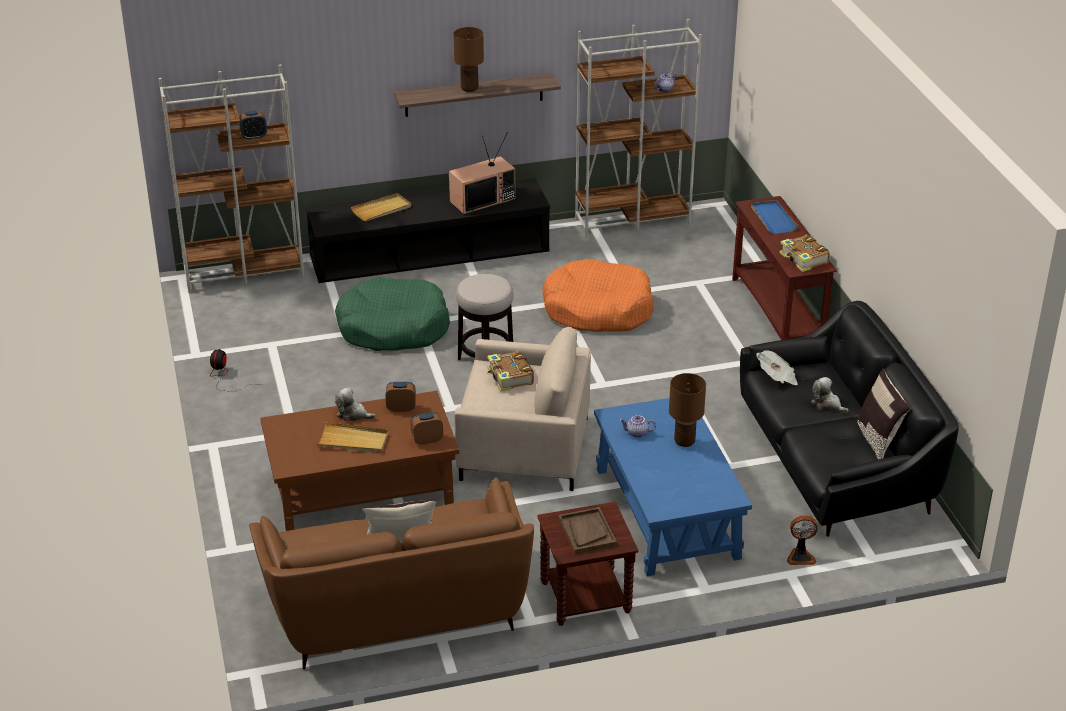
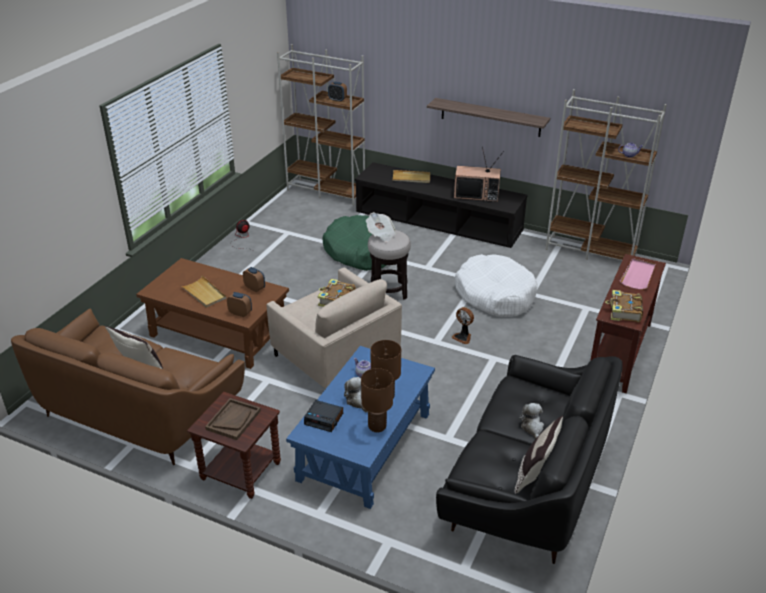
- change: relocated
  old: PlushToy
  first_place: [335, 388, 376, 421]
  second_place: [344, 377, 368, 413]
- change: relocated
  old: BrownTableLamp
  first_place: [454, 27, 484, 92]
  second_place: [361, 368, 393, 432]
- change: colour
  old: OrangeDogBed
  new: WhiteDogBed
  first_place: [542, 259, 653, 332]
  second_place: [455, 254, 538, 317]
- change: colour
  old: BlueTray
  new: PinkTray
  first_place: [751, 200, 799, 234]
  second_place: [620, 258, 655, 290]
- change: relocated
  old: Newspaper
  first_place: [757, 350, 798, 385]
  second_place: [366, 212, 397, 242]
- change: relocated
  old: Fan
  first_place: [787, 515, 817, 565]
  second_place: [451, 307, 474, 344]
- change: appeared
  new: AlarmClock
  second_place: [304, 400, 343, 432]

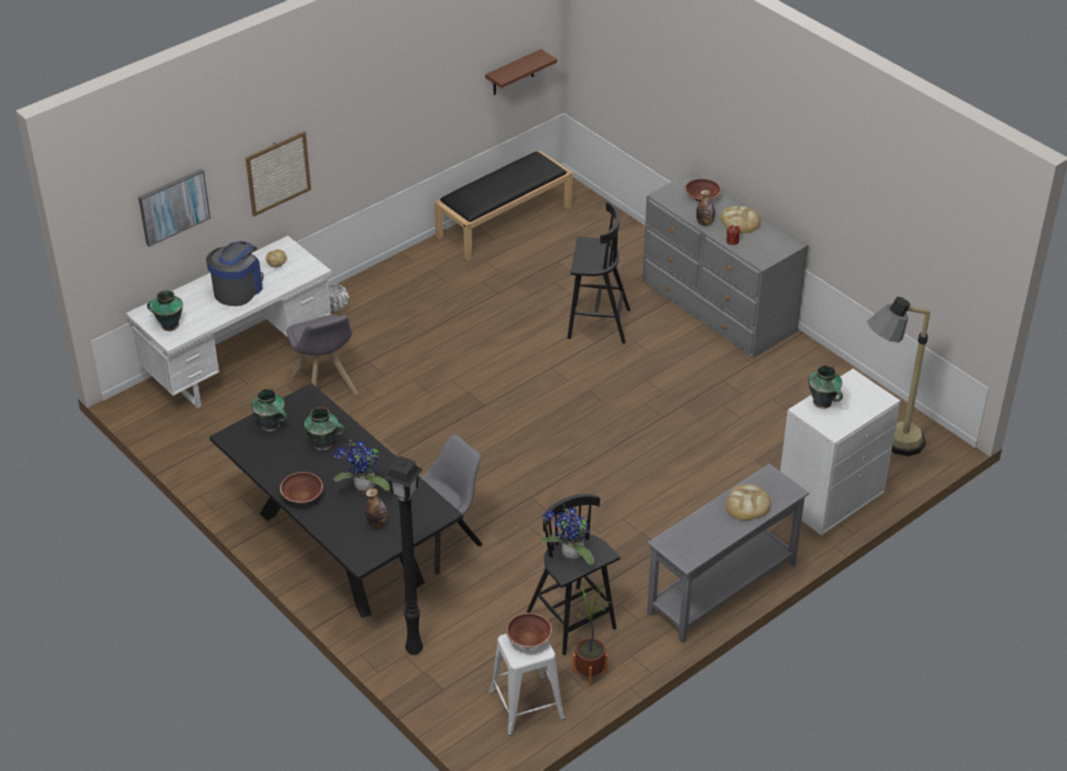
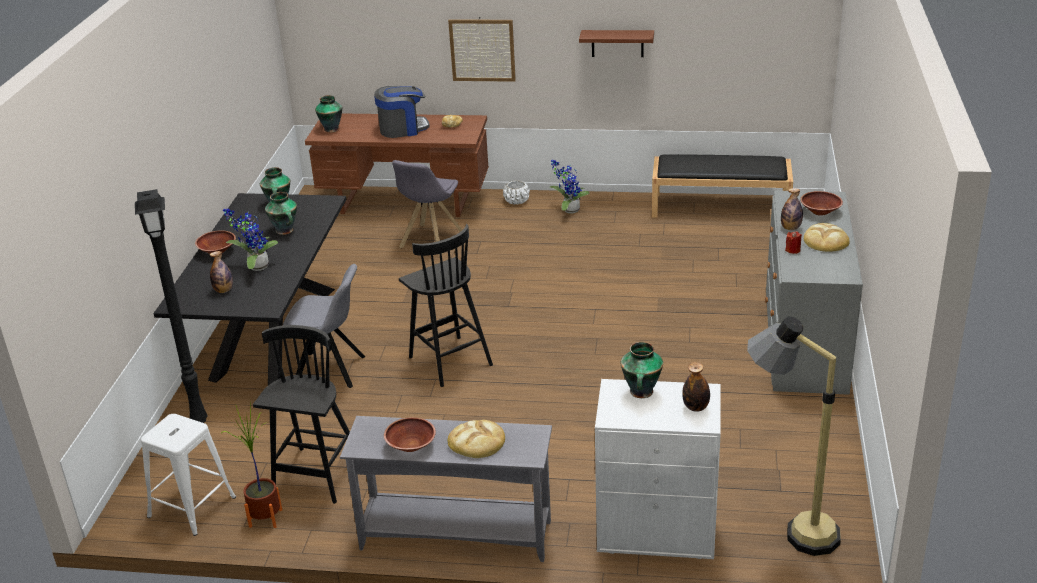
- change: colour
  old: WhiteDesk
  new: BrownDesk
  first_place: [126, 236, 332, 408]
  second_place: [305, 113, 489, 217]
- change: missing
  old: Picture
  first_place: [138, 169, 210, 247]
- change: relocated
  old: BrownShelf
  first_place: [485, 49, 557, 95]
  second_place: [579, 30, 654, 57]
- change: relocated
  old: BrownBowl
  first_place: [506, 613, 552, 648]
  second_place: [384, 417, 436, 452]
- change: relocated
  old: PottedPlant
  first_place: [540, 505, 594, 565]
  second_place: [550, 160, 590, 214]
- change: relocated
  old: BlackStool
  first_place: [567, 202, 630, 344]
  second_place: [399, 224, 493, 387]
- change: appeared
  new: Bottle
  second_place: [682, 362, 710, 412]

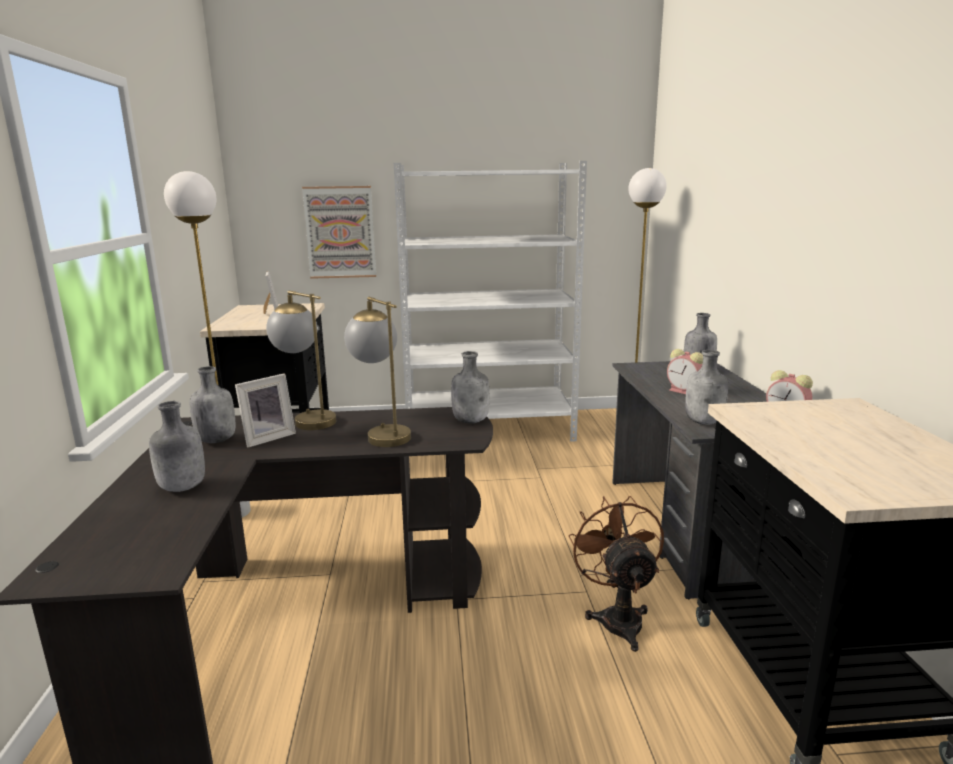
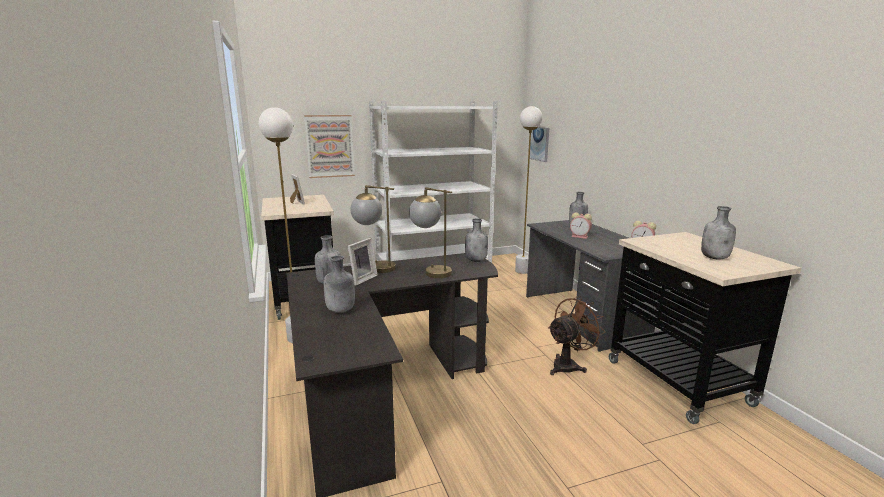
- change: spun
  old: BrownFan
  first_place: [569, 496, 664, 652]
  second_place: [548, 296, 606, 375]
  degrees: 75
- change: relocated
  old: GreyBottle
  first_place: [685, 350, 728, 425]
  second_place: [701, 206, 736, 260]
- change: appeared
  new: Picture
  second_place: [530, 127, 549, 162]

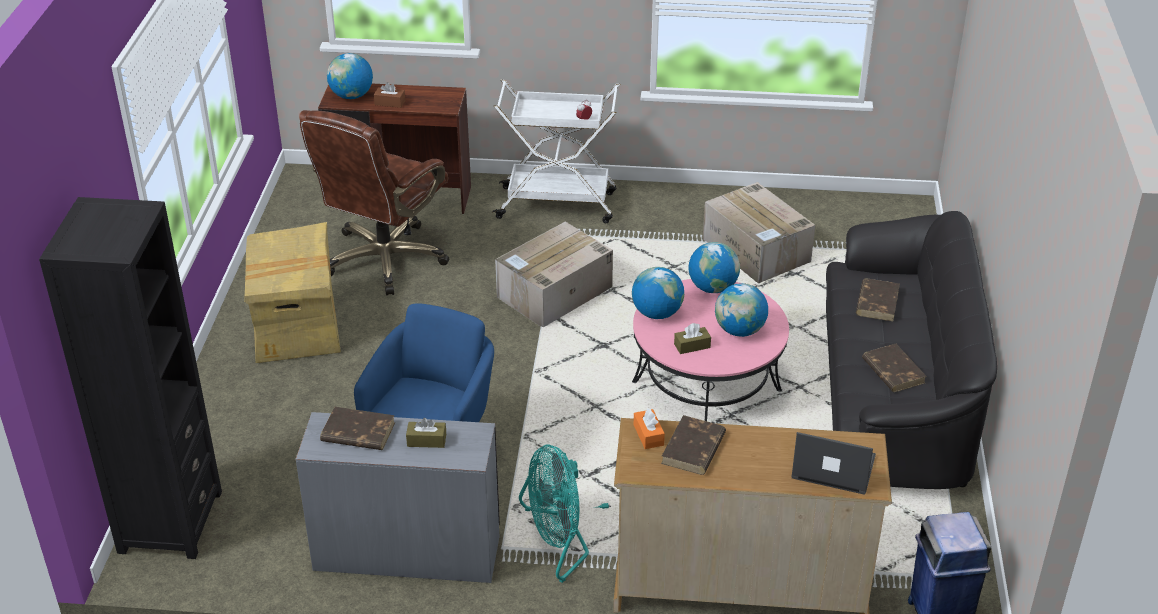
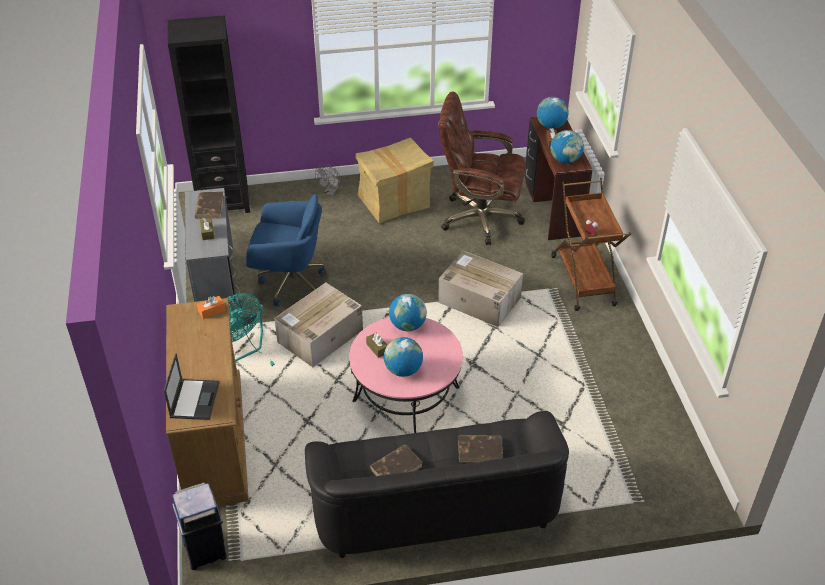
- change: colour
  old: WhiteCart
  new: BrownCart
  first_place: [492, 79, 621, 223]
  second_place: [551, 178, 631, 311]
- change: missing
  old: BrownBook
  first_place: [661, 415, 726, 475]
- change: relocated
  old: Globe
  first_place: [689, 242, 740, 293]
  second_place: [550, 130, 584, 164]
- change: relocated
  old: CardboardBox
  first_place: [703, 182, 815, 283]
  second_place: [274, 282, 363, 367]
- change: appeared
  new: GreyFan
  second_place: [315, 164, 340, 196]

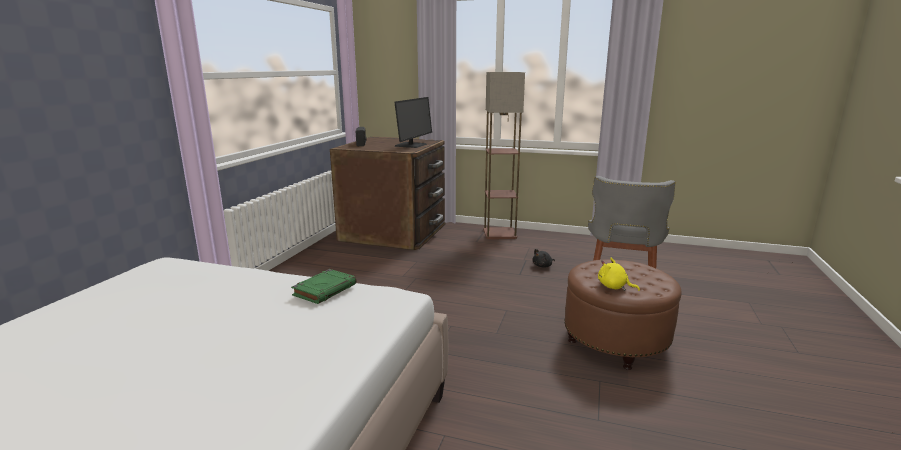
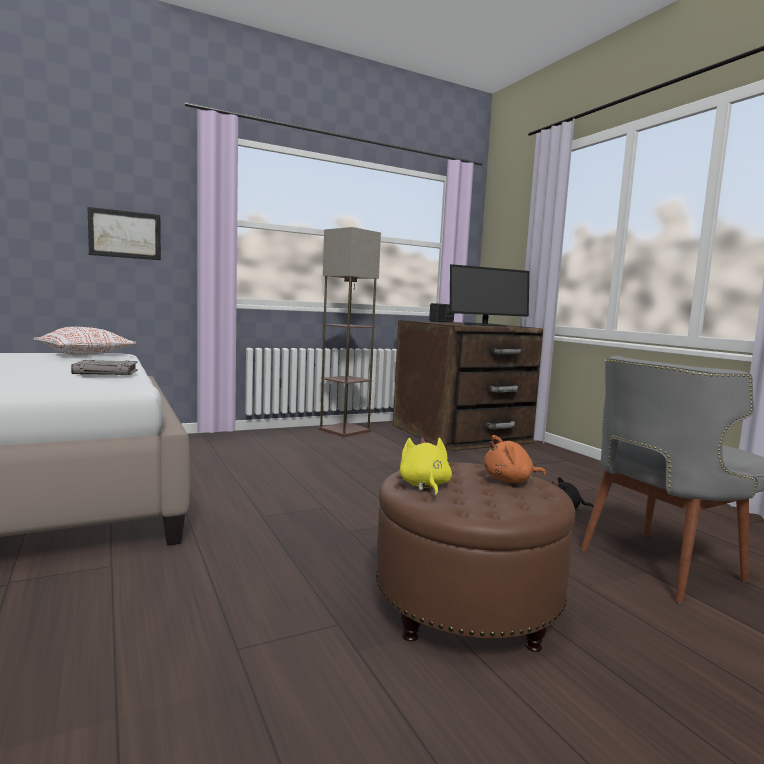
- change: colour
  old: GreenBook
  new: GreyBook
  first_place: [291, 269, 356, 304]
  second_place: [71, 360, 138, 375]
- change: relocated
  old: FloorLamp
  first_place: [483, 72, 525, 239]
  second_place: [319, 227, 381, 437]
- change: appeared
  new: WhitePillow
  second_place: [34, 327, 136, 355]
- change: appeared
  new: Picture
  second_place: [88, 207, 161, 260]
- change: appeared
  new: OrangePlushToy
  second_place: [484, 435, 546, 483]

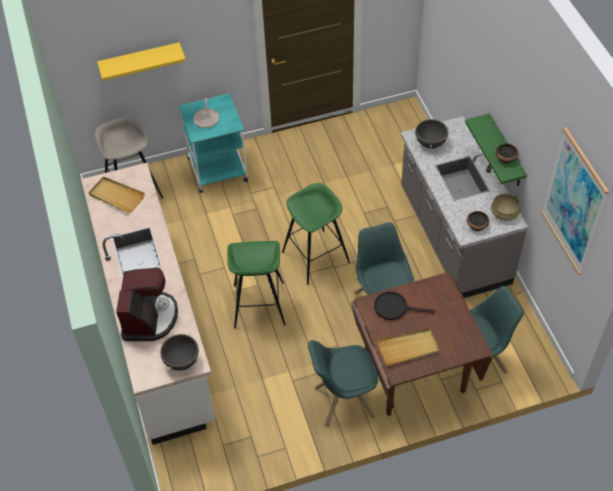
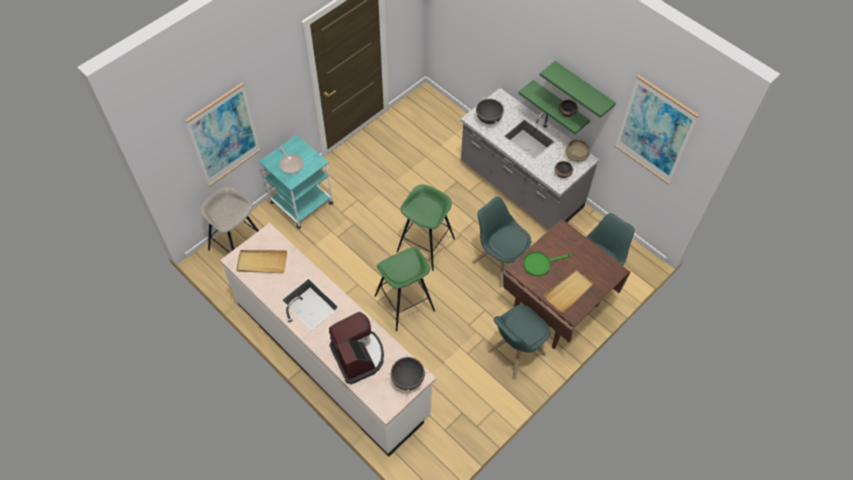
- change: exchanged
  old: YellowShelf
  new: Picture
  first_place: [97, 42, 186, 81]
  second_place: [185, 82, 261, 187]
- change: colour
  old: BlackFryingPan
  new: GreenFryingPan
  first_place: [374, 292, 435, 320]
  second_place: [523, 252, 572, 276]
- change: appeared
  new: GreenShelf
  second_place: [540, 61, 616, 118]

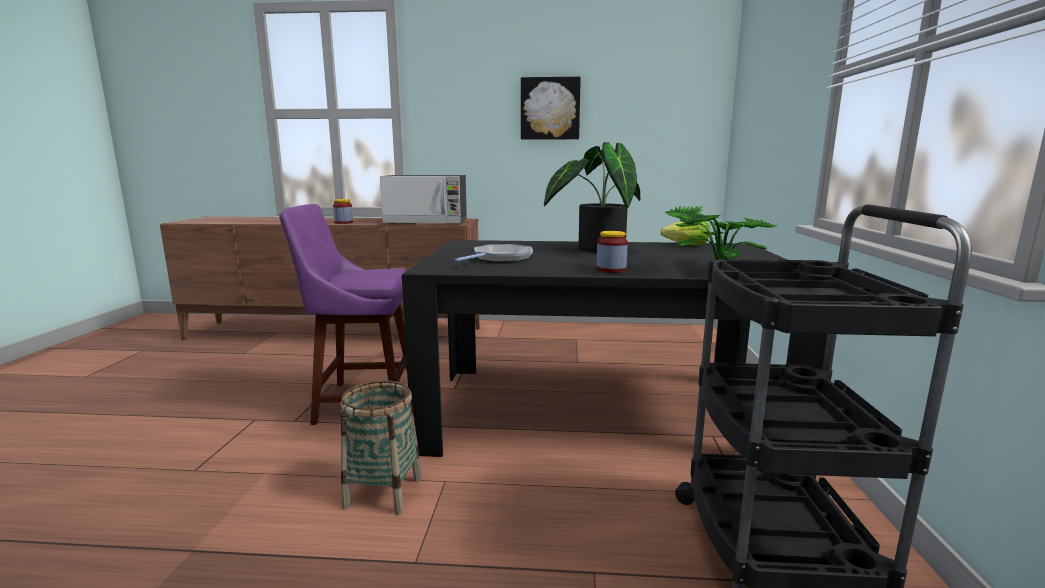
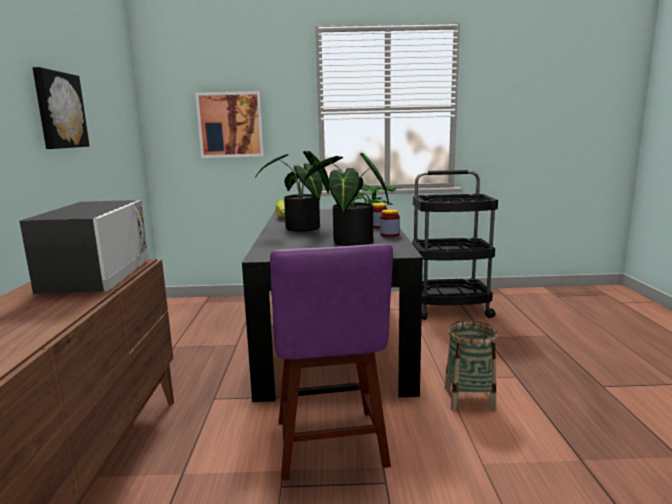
- change: relocated
  old: Jar
  first_place: [333, 199, 353, 224]
  second_place: [380, 209, 400, 237]
- change: exchanged
  old: FryingPan
  new: PottedPlant
  first_place: [455, 244, 533, 262]
  second_place: [304, 153, 389, 246]
- change: appeared
  new: Picture
  second_place: [195, 91, 264, 158]

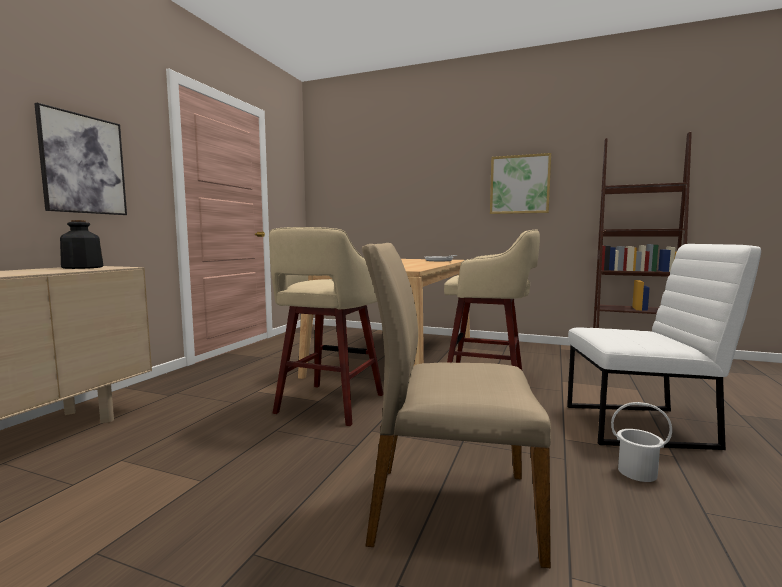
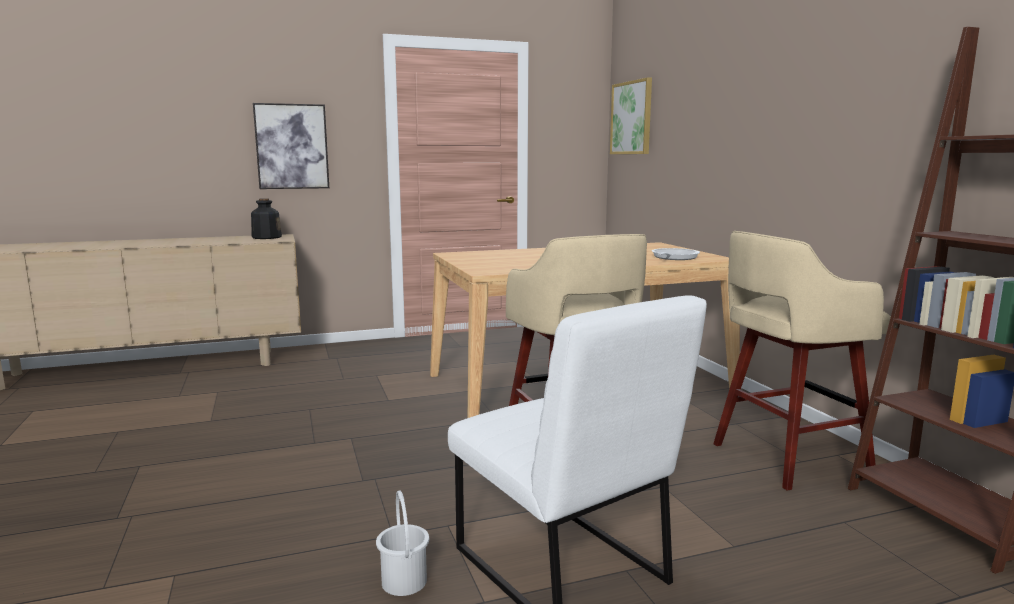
- change: relocated
  old: BeigeStool
  first_place: [269, 227, 384, 426]
  second_place: [713, 231, 891, 491]
- change: missing
  old: BeigeChair
  first_place: [362, 243, 551, 568]
- change: relocated
  old: Picture
  first_place: [490, 153, 551, 214]
  second_place: [610, 77, 652, 154]

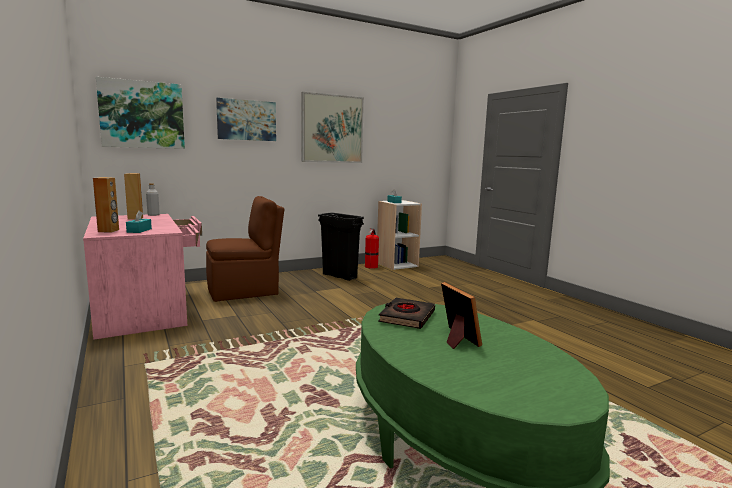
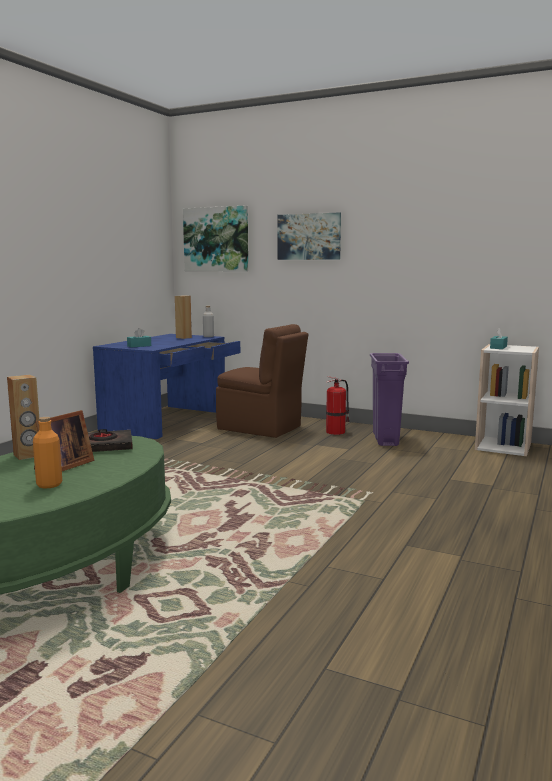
- change: colour
  old: PinkDesk
  new: BlueDesk
  first_place: [83, 214, 202, 340]
  second_place: [93, 334, 240, 439]
- change: relocated
  old: BrownSpeaker
  first_place: [93, 177, 119, 233]
  second_place: [7, 375, 39, 460]
- change: missing
  old: Picture
  first_place: [301, 92, 364, 163]
- change: colour
  old: BlackTrashCan
  new: PurpleTrashCan
  first_place: [318, 213, 364, 281]
  second_place: [370, 353, 409, 446]
- change: relocated
  old: FireExtinguisher
  first_place: [365, 228, 379, 269]
  second_place: [326, 376, 350, 435]
- change: appeared
  new: OrangeBottle
  second_place: [33, 417, 62, 488]

